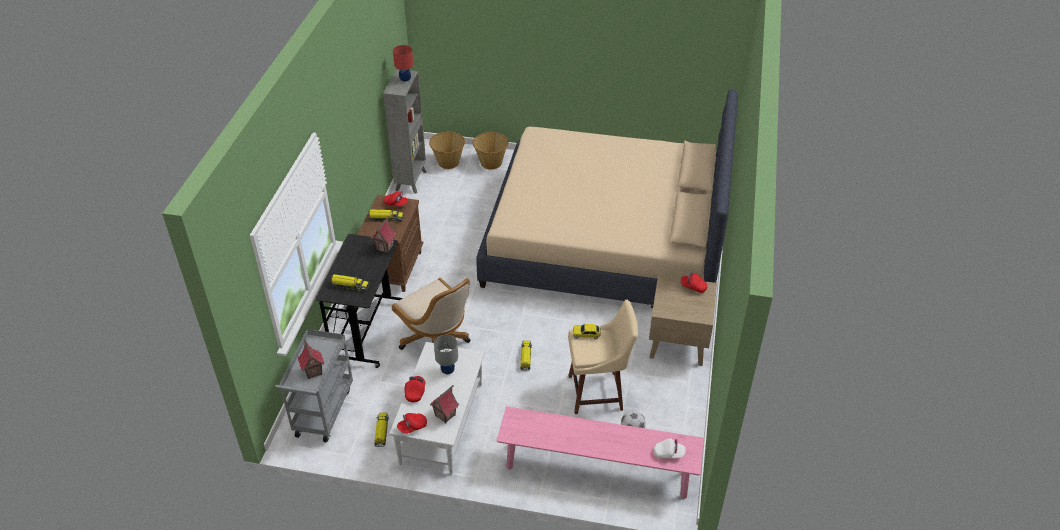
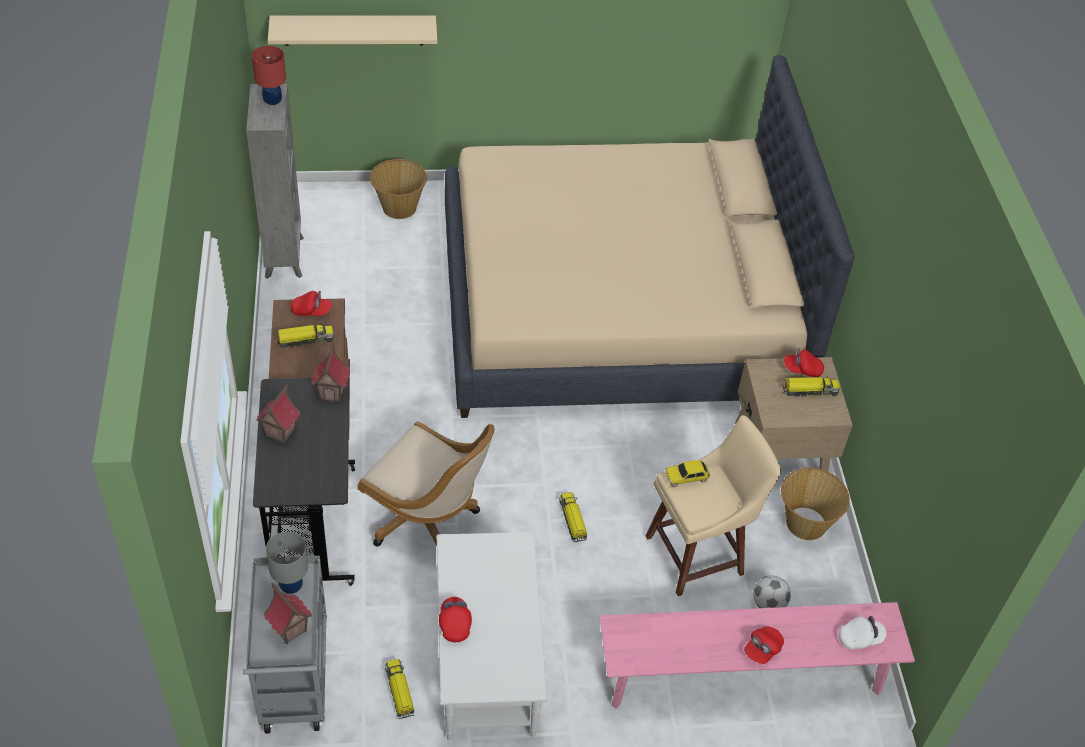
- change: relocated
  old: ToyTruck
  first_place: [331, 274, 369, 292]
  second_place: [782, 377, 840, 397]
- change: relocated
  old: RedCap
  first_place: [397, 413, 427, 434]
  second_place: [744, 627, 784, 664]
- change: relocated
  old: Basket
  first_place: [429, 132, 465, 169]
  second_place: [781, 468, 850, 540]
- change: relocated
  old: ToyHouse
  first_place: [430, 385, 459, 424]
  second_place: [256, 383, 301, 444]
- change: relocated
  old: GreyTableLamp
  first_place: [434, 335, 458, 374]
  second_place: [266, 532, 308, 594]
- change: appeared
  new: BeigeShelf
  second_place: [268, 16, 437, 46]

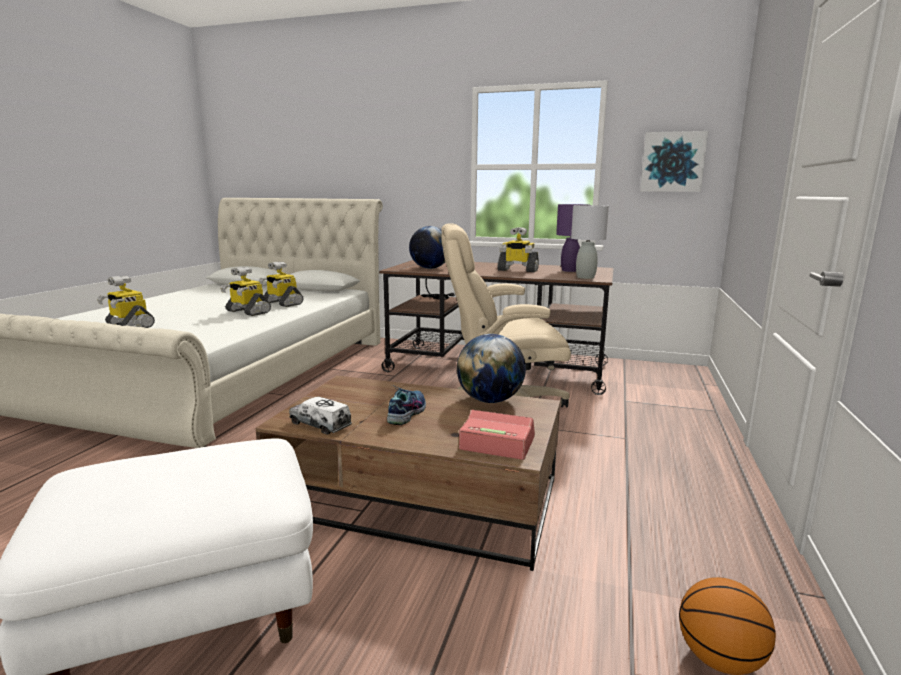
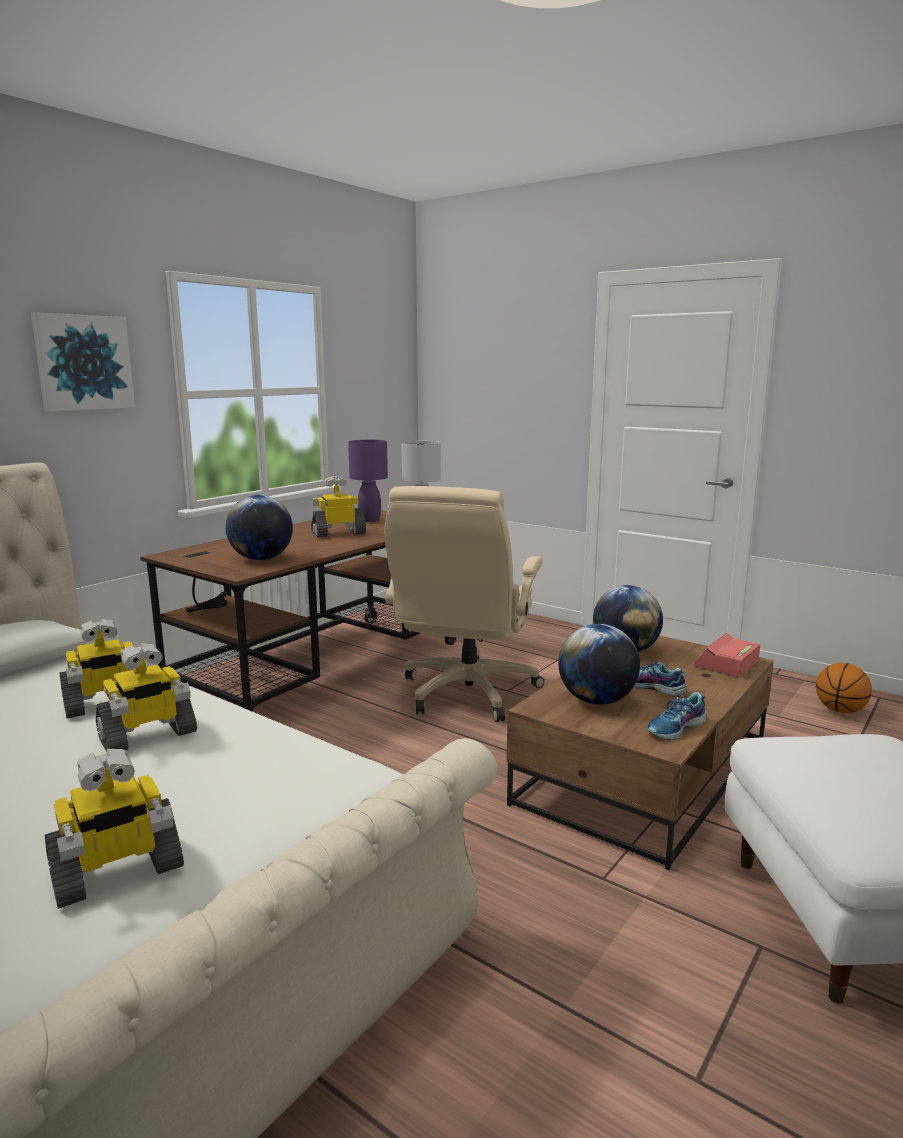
- change: exchanged
  old: ToyTruck
  new: Shoe
  first_place: [289, 397, 352, 434]
  second_place: [647, 692, 706, 740]
- change: spun
  old: ToyRobot
  first_place: [497, 227, 539, 272]
  second_place: [311, 476, 366, 537]
  degrees: -150
- change: relocated
  old: Picture
  first_place: [640, 131, 708, 192]
  second_place: [31, 312, 135, 412]
- change: appeared
  new: Globe
  second_place: [558, 624, 640, 705]

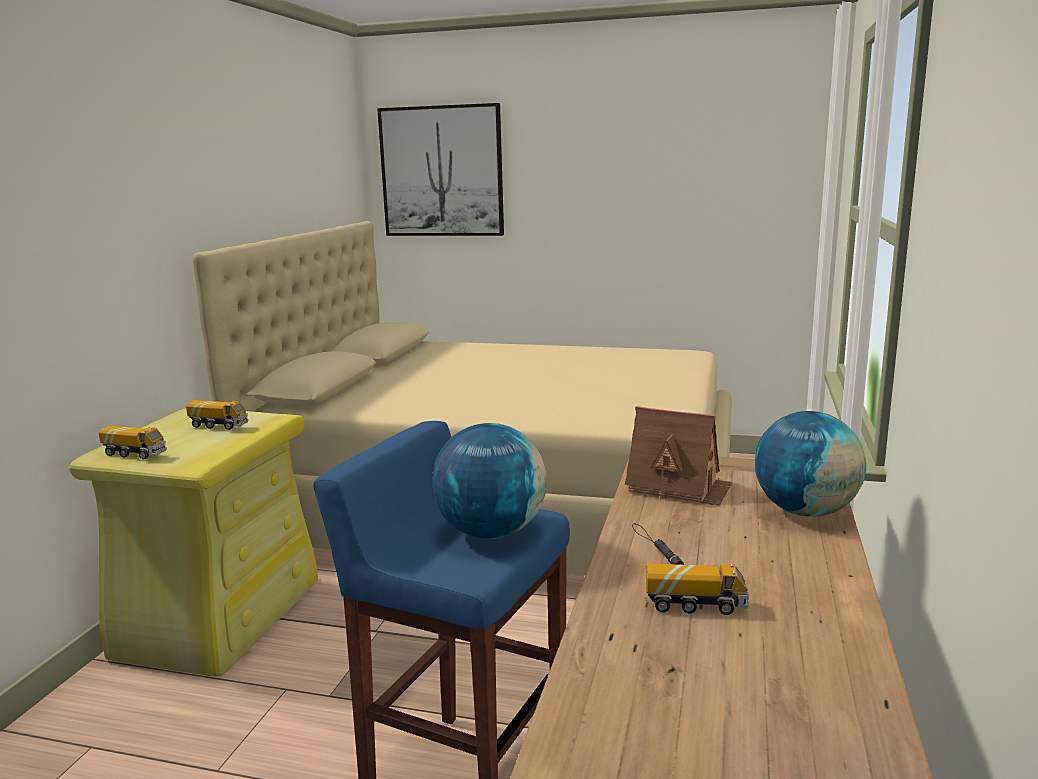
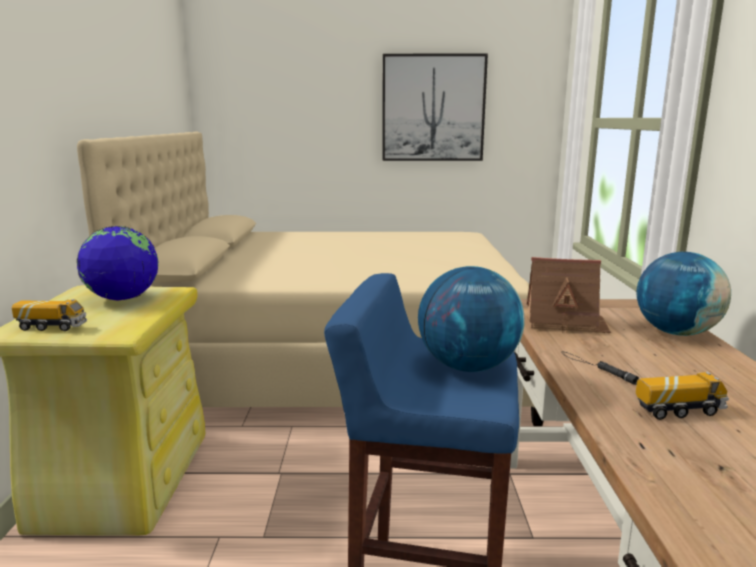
- change: exchanged
  old: ToyTruck
  new: Globe
  first_place: [186, 400, 249, 430]
  second_place: [77, 226, 159, 301]
- change: relocated
  old: Picture
  first_place: [377, 103, 504, 236]
  second_place: [382, 54, 488, 161]

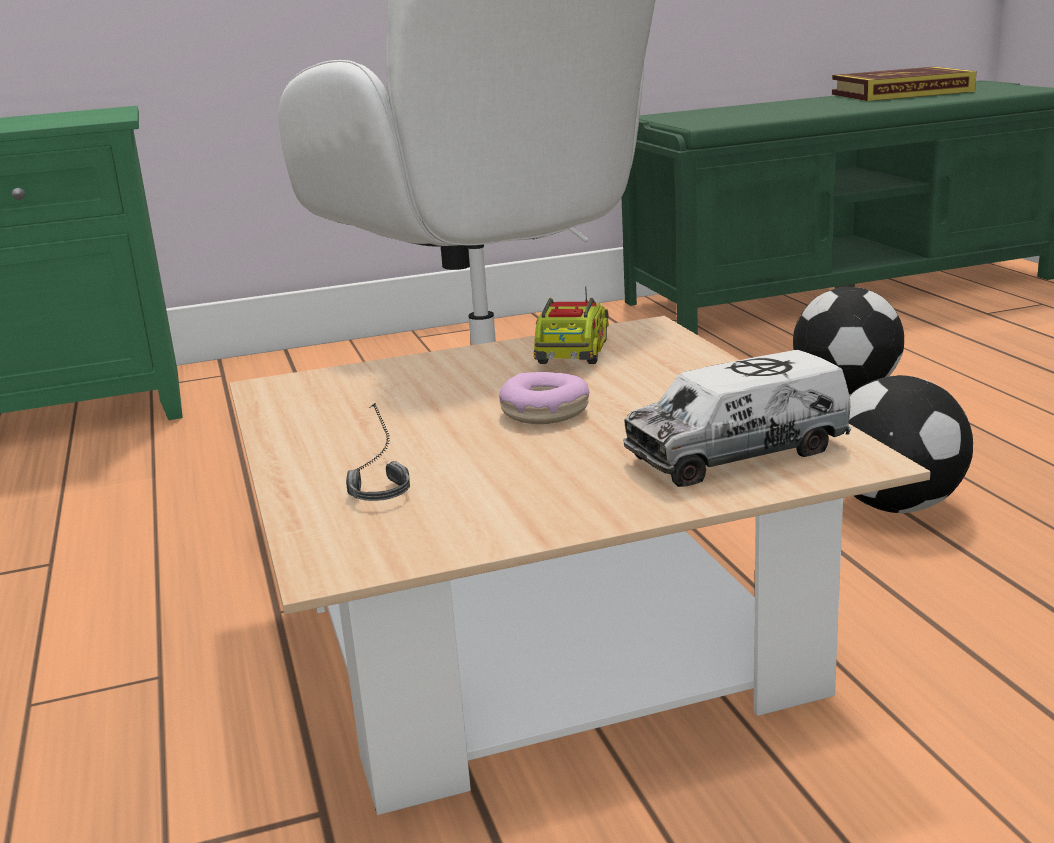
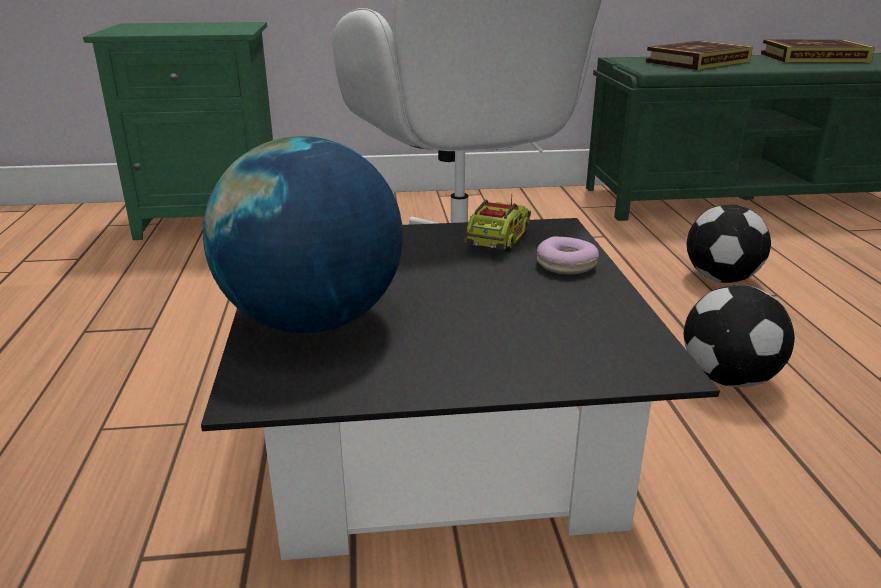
- change: colour
  old: BeigeCoffeeTable
  new: BlackCoffeeTable
  first_place: [229, 316, 930, 815]
  second_place: [201, 218, 720, 561]
- change: exchanged
  old: Headphones
  new: Globe
  first_place: [346, 403, 410, 501]
  second_place: [203, 136, 403, 333]
- change: relocated
  old: Donut
  first_place: [499, 372, 589, 424]
  second_place: [537, 236, 599, 275]
- change: missing
  old: ToyTruck
  first_place: [623, 350, 852, 487]
- change: appeared
  new: Book
  second_place: [646, 41, 753, 70]

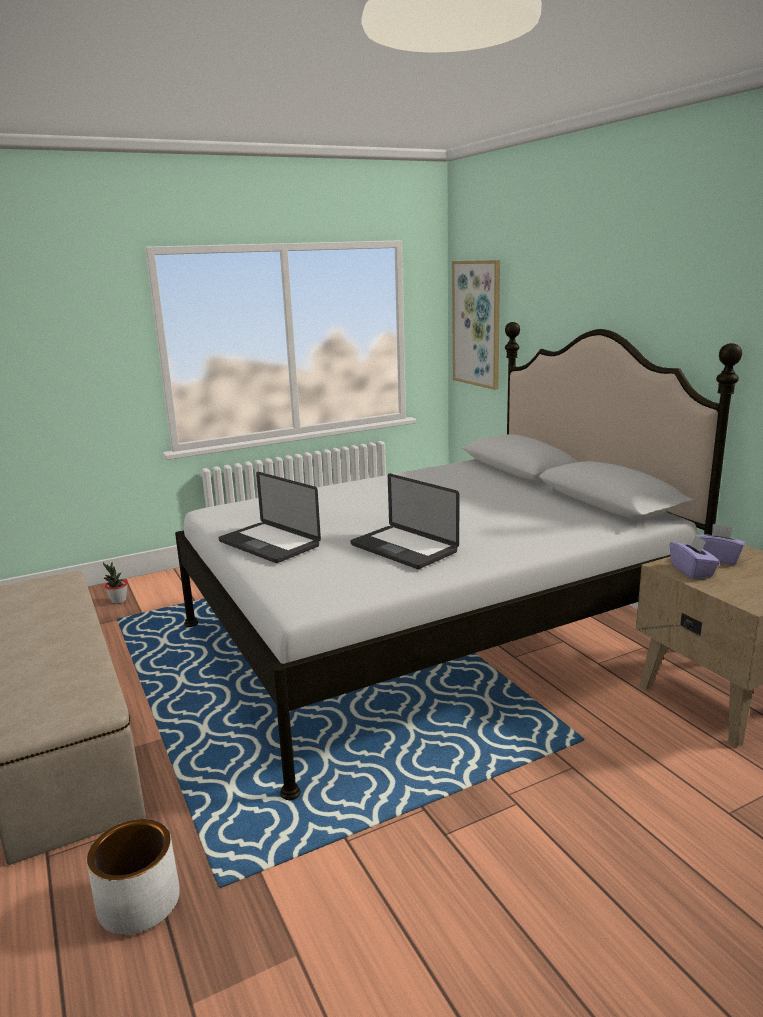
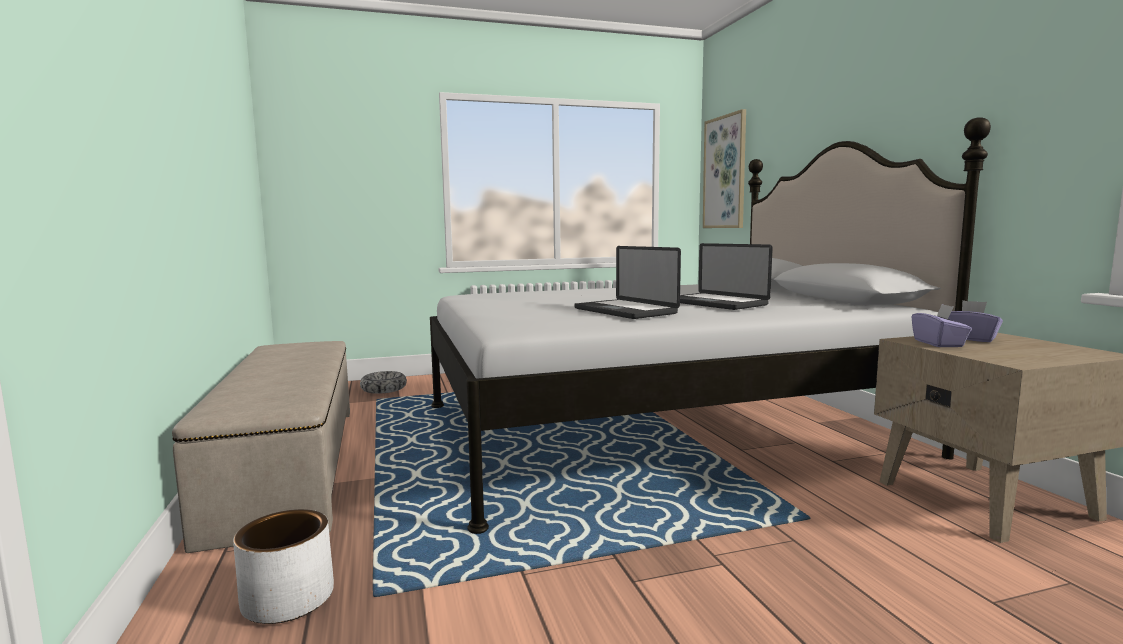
- change: exchanged
  old: PottedPlant
  new: Bowl
  first_place: [103, 562, 128, 604]
  second_place: [360, 371, 407, 394]
- change: relocated
  old: Laptop
  first_place: [218, 472, 321, 563]
  second_place: [680, 243, 773, 310]

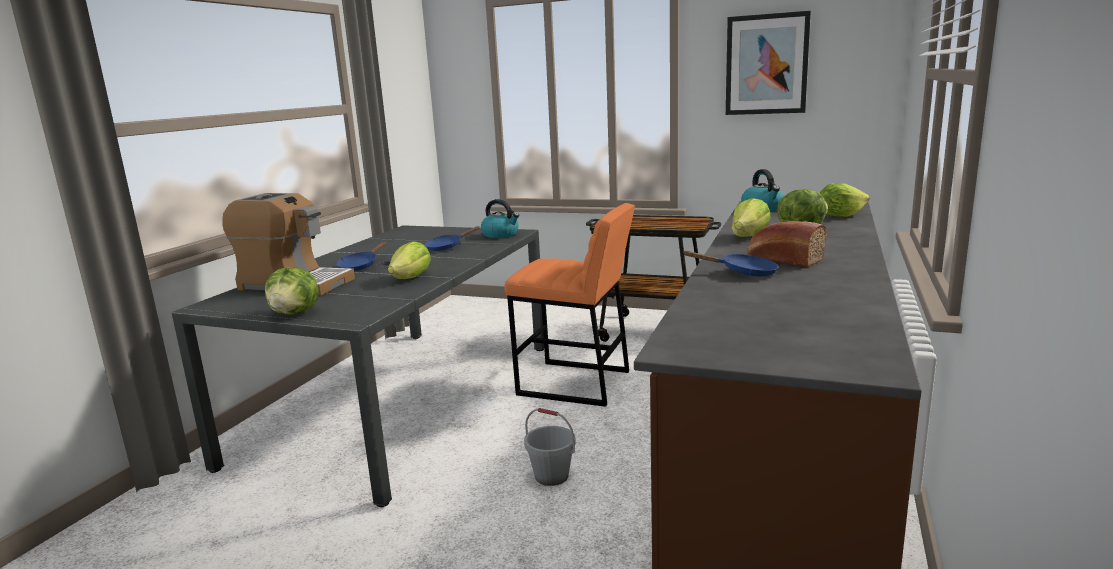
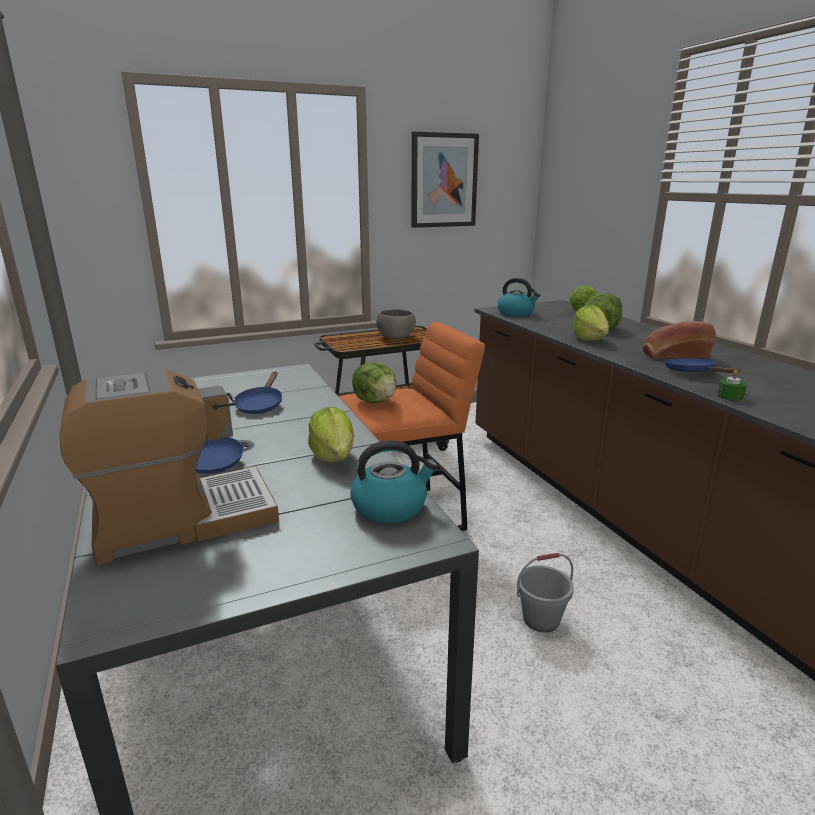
- change: relocated
  old: Lettuce
  first_place: [265, 267, 319, 315]
  second_place: [352, 362, 397, 404]
- change: relocated
  old: Kettle
  first_place: [481, 199, 519, 238]
  second_place: [350, 440, 438, 524]
- change: spun
  old: BlueFryingPan
  first_place: [683, 251, 779, 277]
  second_place: [665, 358, 740, 373]
  degrees: -75
- change: appeared
  new: GreyBowl
  second_place: [376, 309, 416, 339]
- change: appeared
  new: GreenCandle
  second_place: [717, 370, 747, 401]

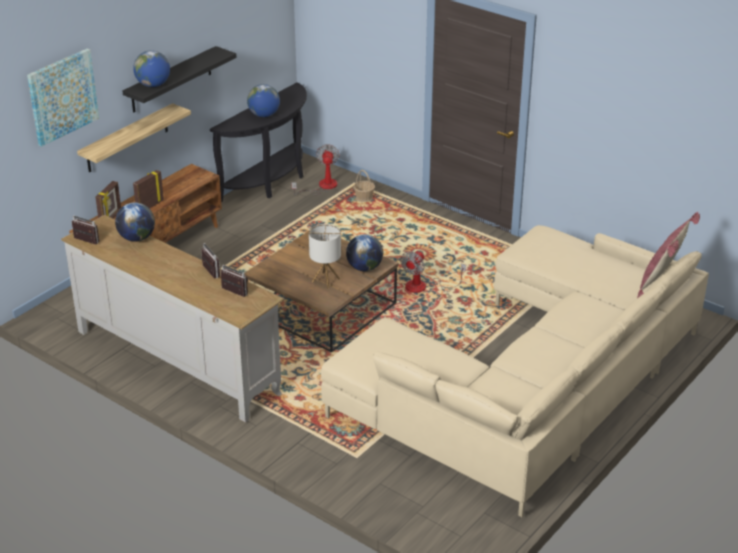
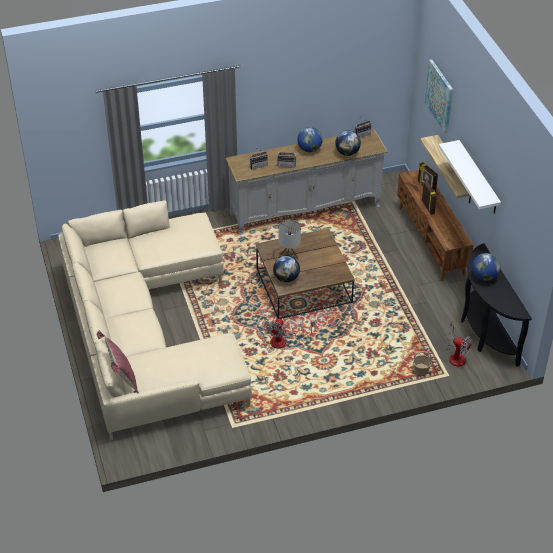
- change: colour
  old: BlackShelf
  new: WhiteShelf
  first_place: [122, 46, 237, 113]
  second_place: [439, 140, 501, 214]
- change: relocated
  old: Globe
  first_place: [133, 50, 170, 87]
  second_place: [297, 127, 323, 152]
- change: spun
  old: Fan
  first_place: [401, 250, 466, 293]
  second_place: [266, 319, 315, 349]
  degrees: -135

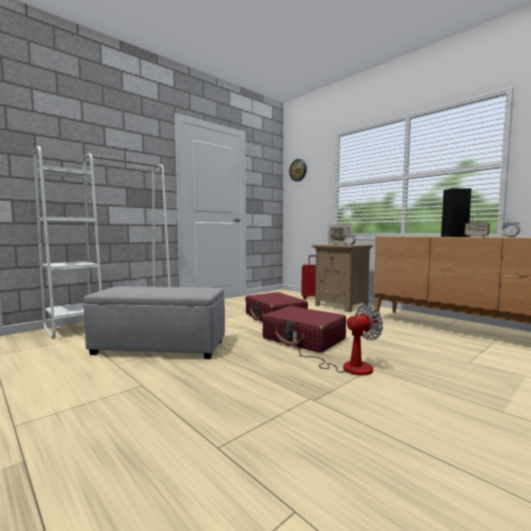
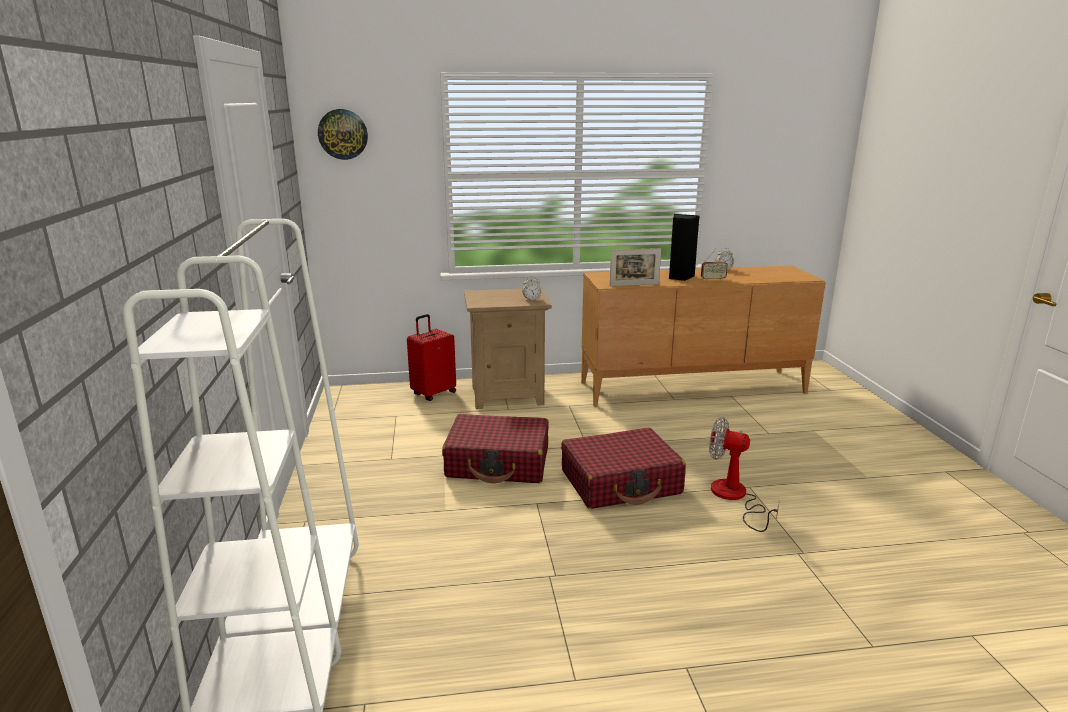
- change: missing
  old: GreyOttoman
  first_place: [84, 286, 225, 359]
- change: spun
  old: Fan
  first_place: [293, 304, 383, 375]
  second_place: [709, 417, 780, 532]
  degrees: -75
- change: relocated
  old: PictureFrame
  first_place: [328, 224, 352, 245]
  second_place: [610, 248, 661, 286]

